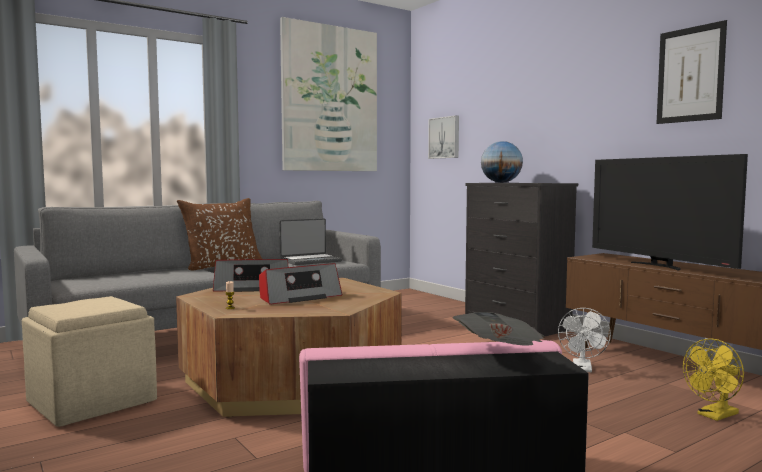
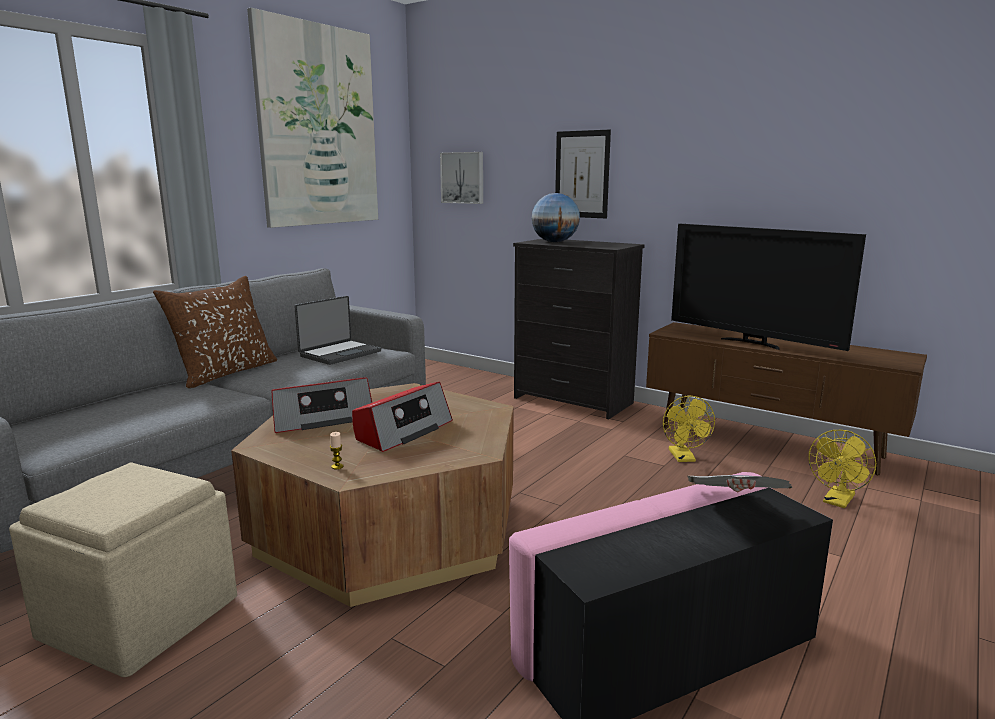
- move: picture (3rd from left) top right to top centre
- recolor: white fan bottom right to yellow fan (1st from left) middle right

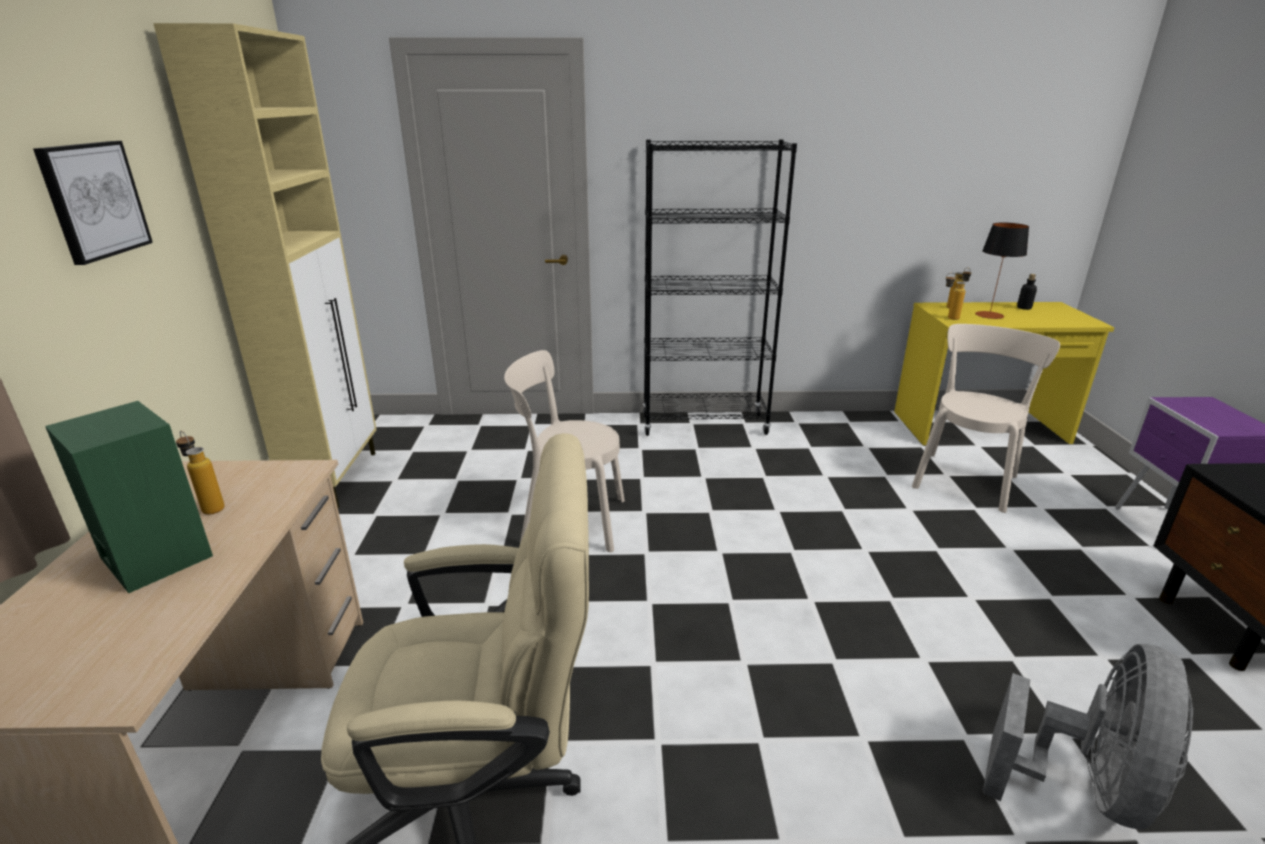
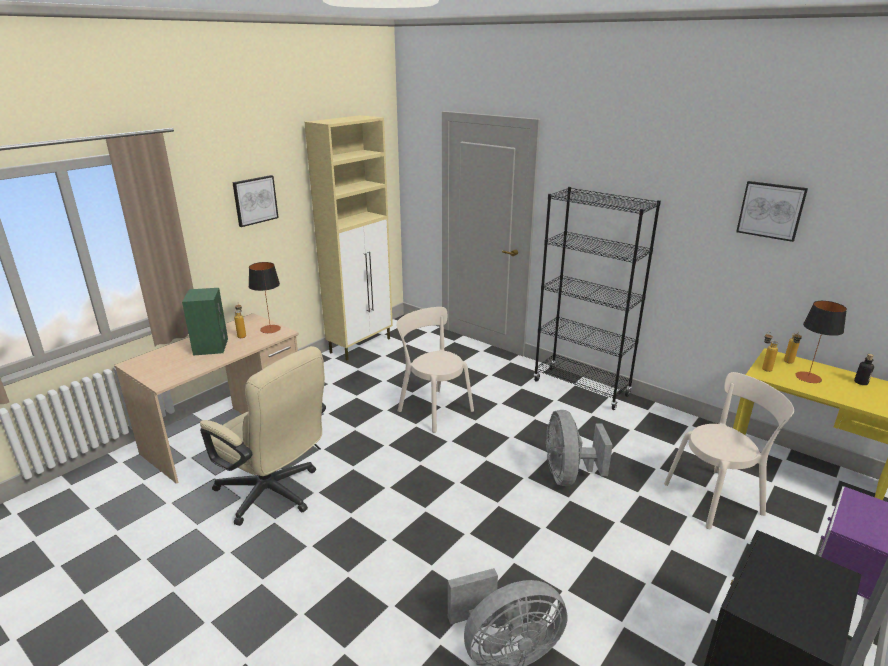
- insert: table lamp (1st from left) middle left
- insert: grey fan (2nd from left) bottom centre
- insert: picture (2nd from left) top right

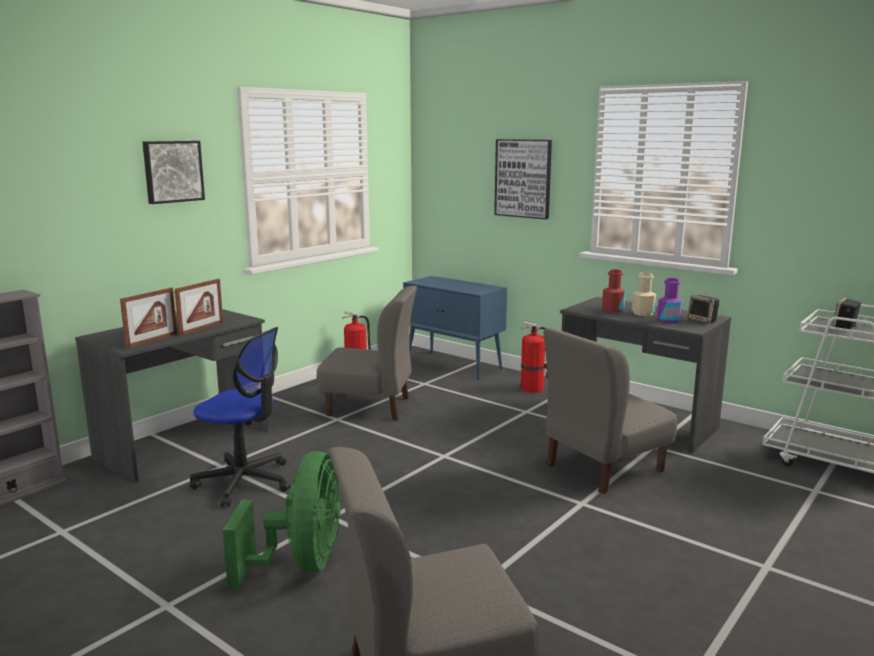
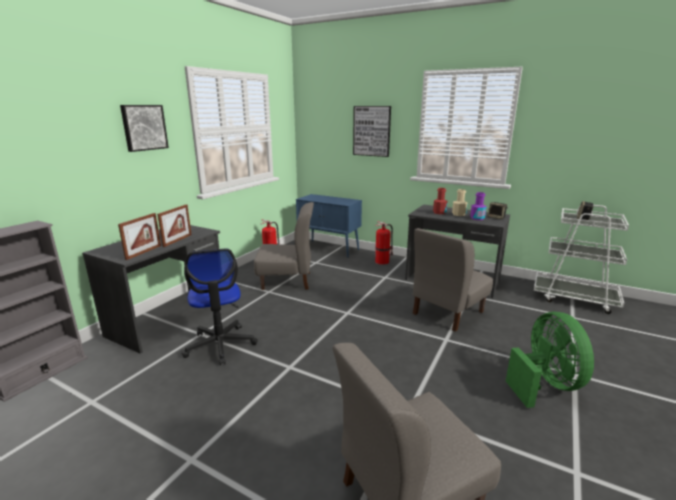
- rotate: office chair middle left = middle left 60 degrees clockwise
- move: green fan bottom left to bottom right

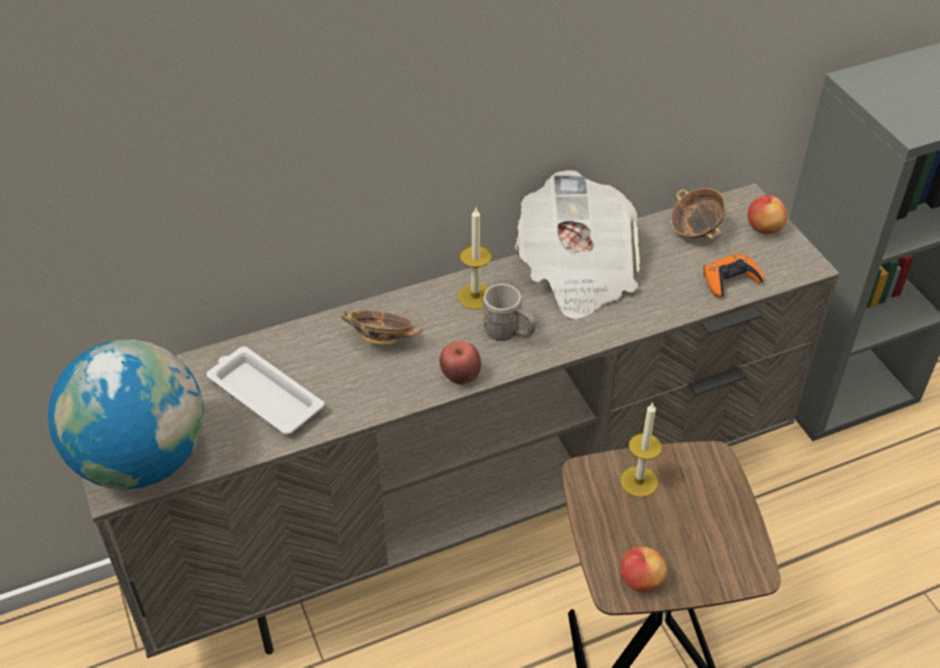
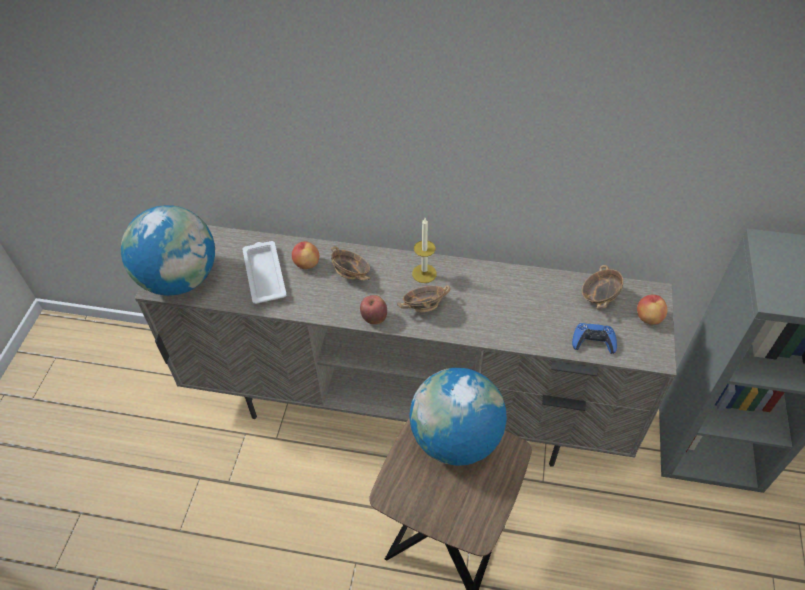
- move: apple (2nd from left in the first image) bottom right to apple (1st from left) centre
- replace: grey mug centre to bowl (2nd from left) centre
- replace: candle (2nd from left) bottom right to globe (2nd from left) bottom centre
- recolor: orange game controller middle right to blue game controller middle right
- delete: newspaper centre

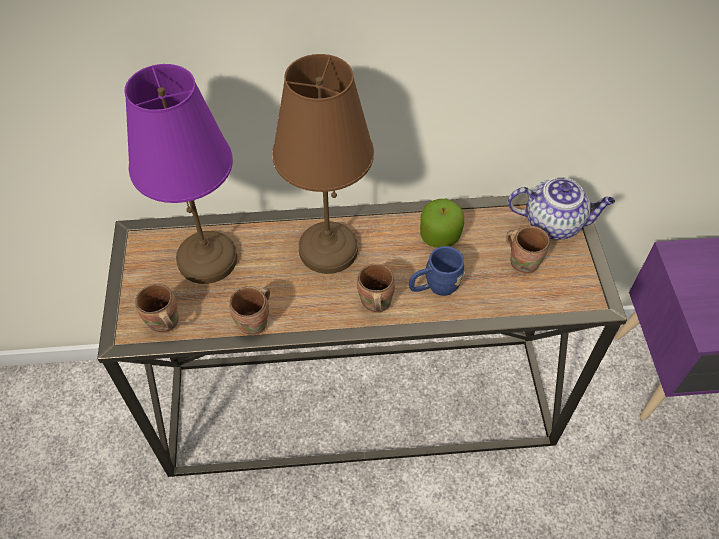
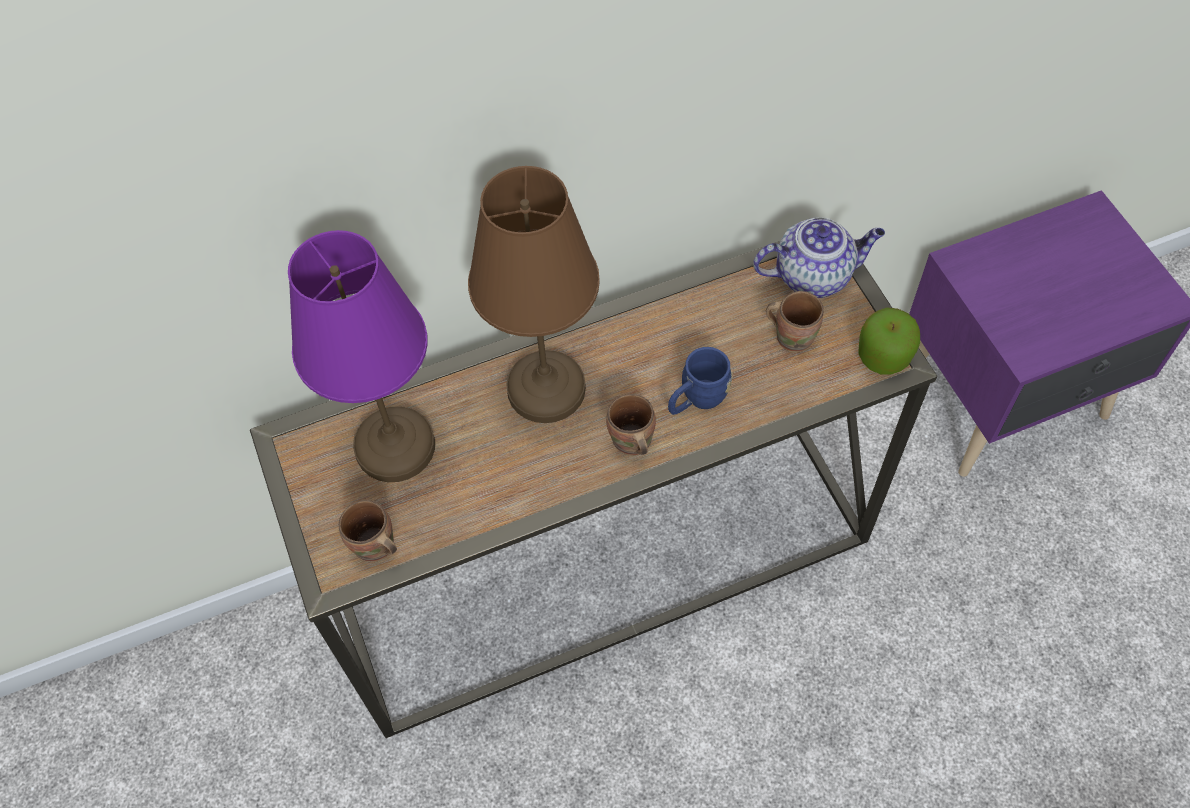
- move: apple centre to middle right
- delete: brown mug (2nd from left) centre

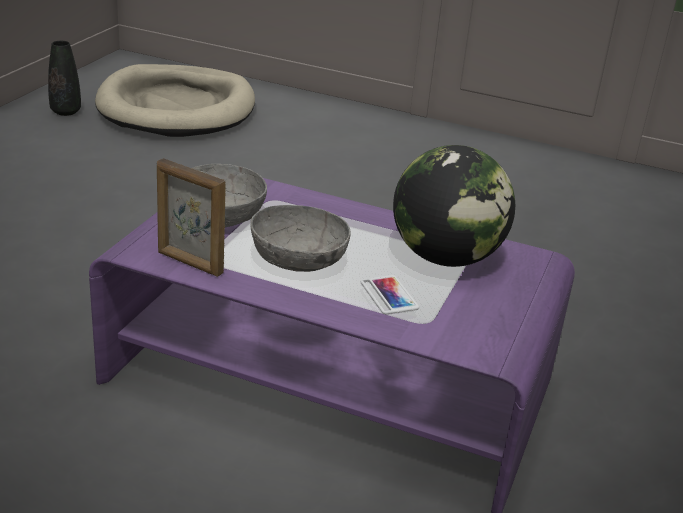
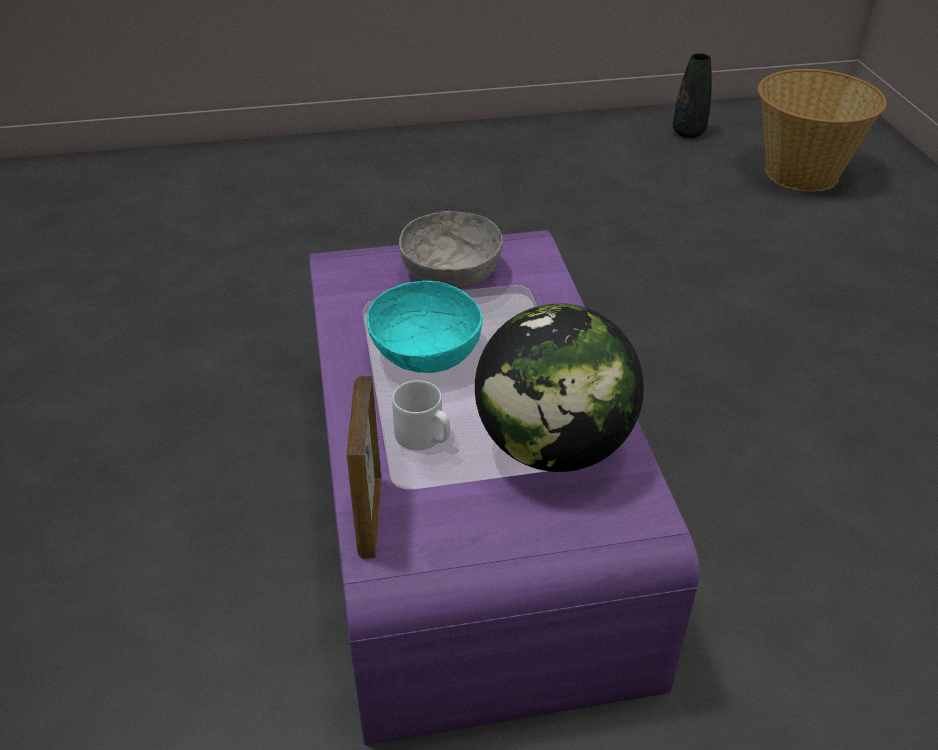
- move: picture frame middle left to centre
- recolor: grey bowl (2nd from left) centre to turquoise bowl centre
- replace: phone centre to grey mug centre
- replace: beige dog bed top left to basket top right

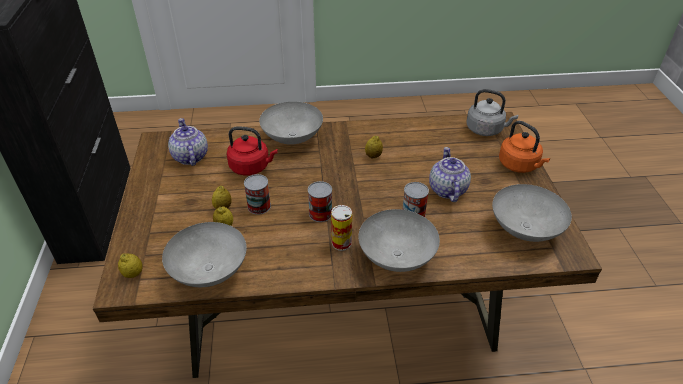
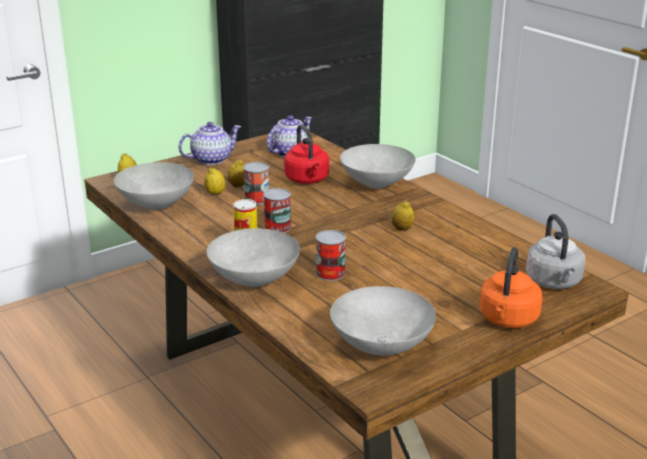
- move: teapot (2nd from left in the first image) centre to teapot (1st from left) top left

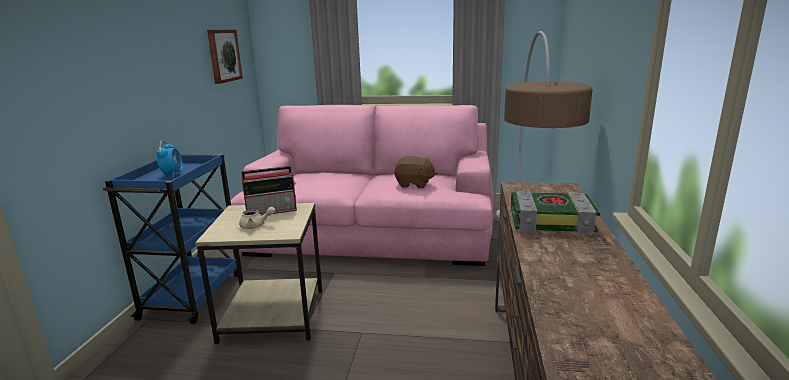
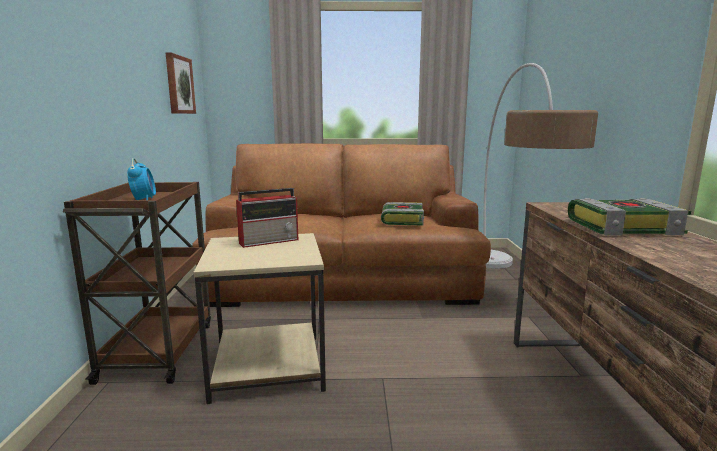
- recolor: blue cart middle left to brown cart middle left
- recolor: pink sofa centre to brown sofa centre
- replace: brown plush toy centre to book (1st from left) centre
- delete: beige teapot middle left

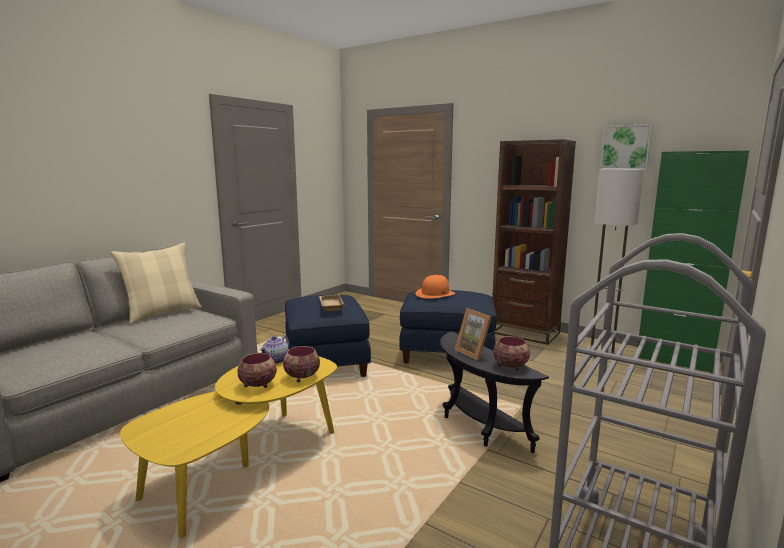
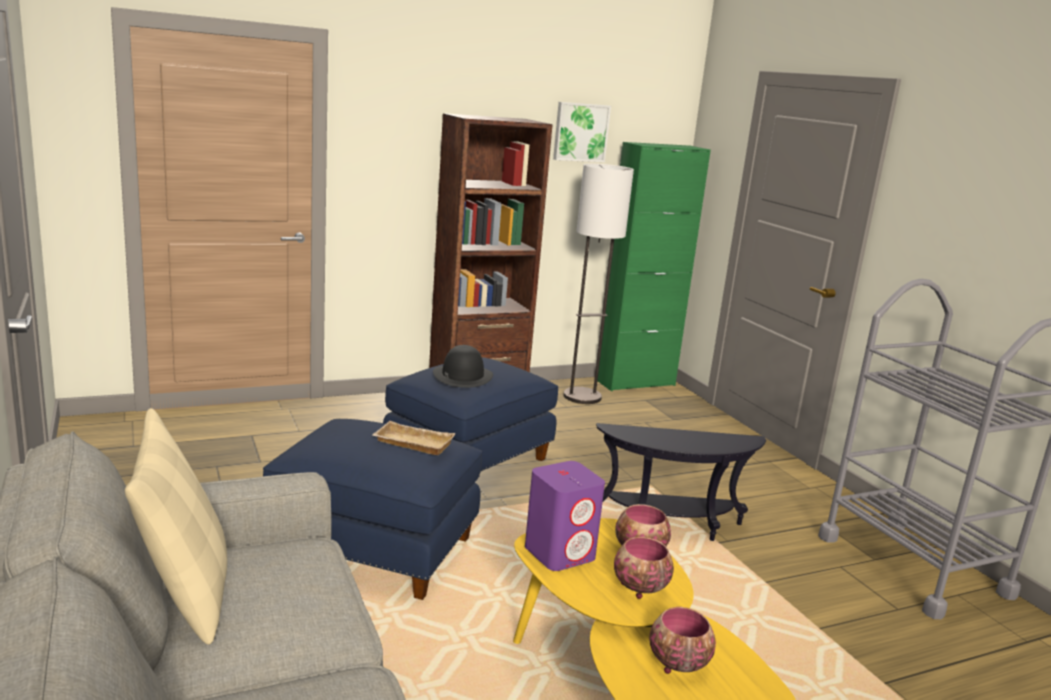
- recolor: orange hat centre to black hat centre
- replace: teapot centre to purple speaker bottom centre
- move: bowl (3rd from left) centre to bottom centre
- delete: picture frame centre

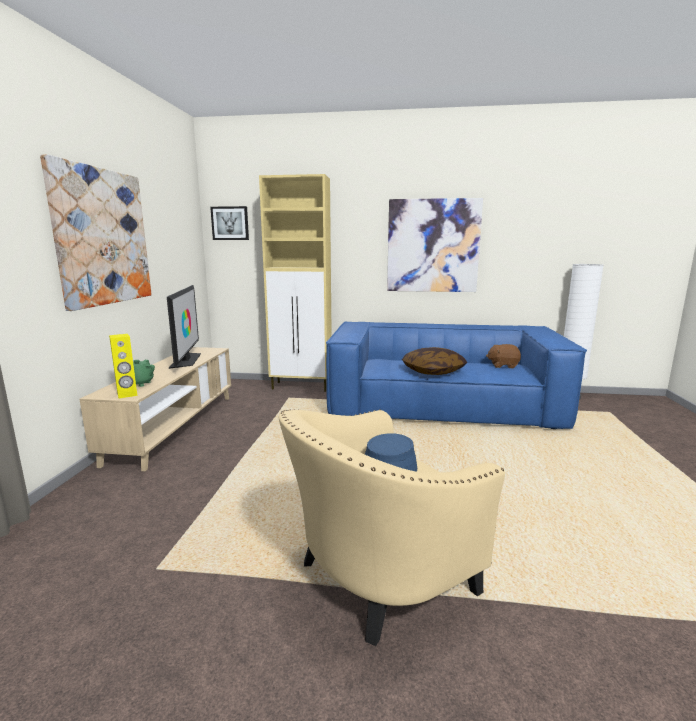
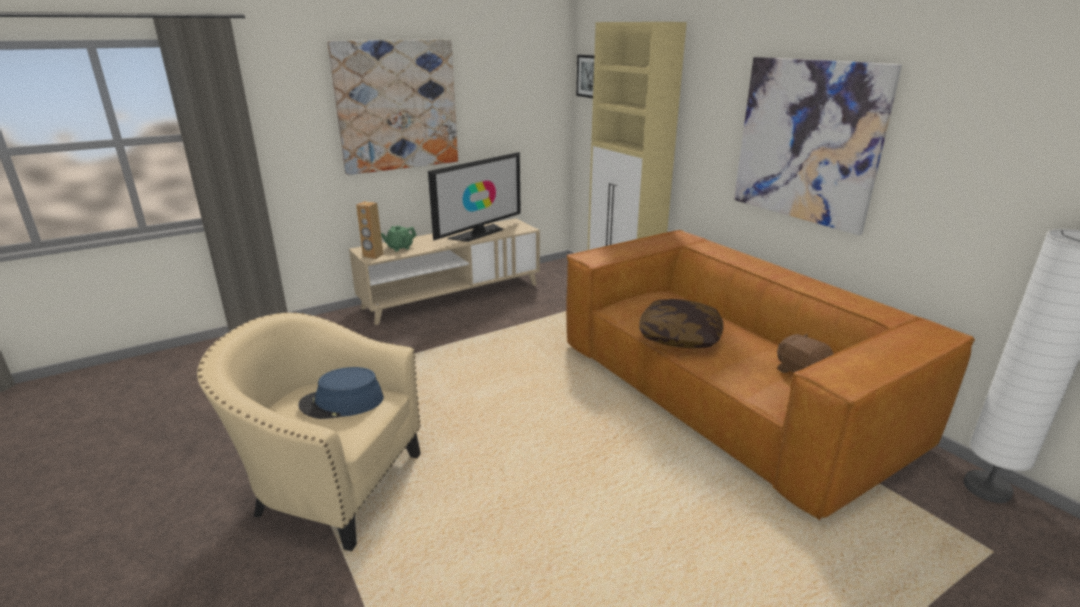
- recolor: yellow speaker middle left to brown speaker centre
- recolor: blue sofa centre to brown sofa middle right

